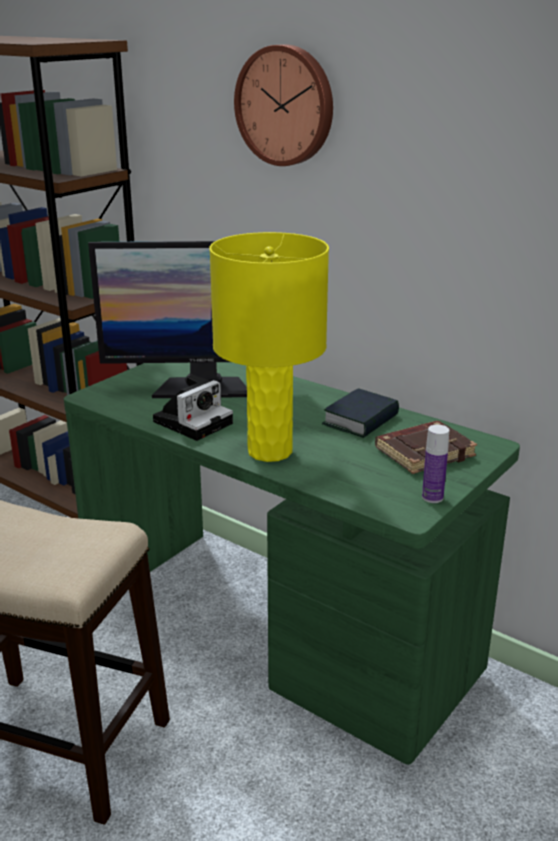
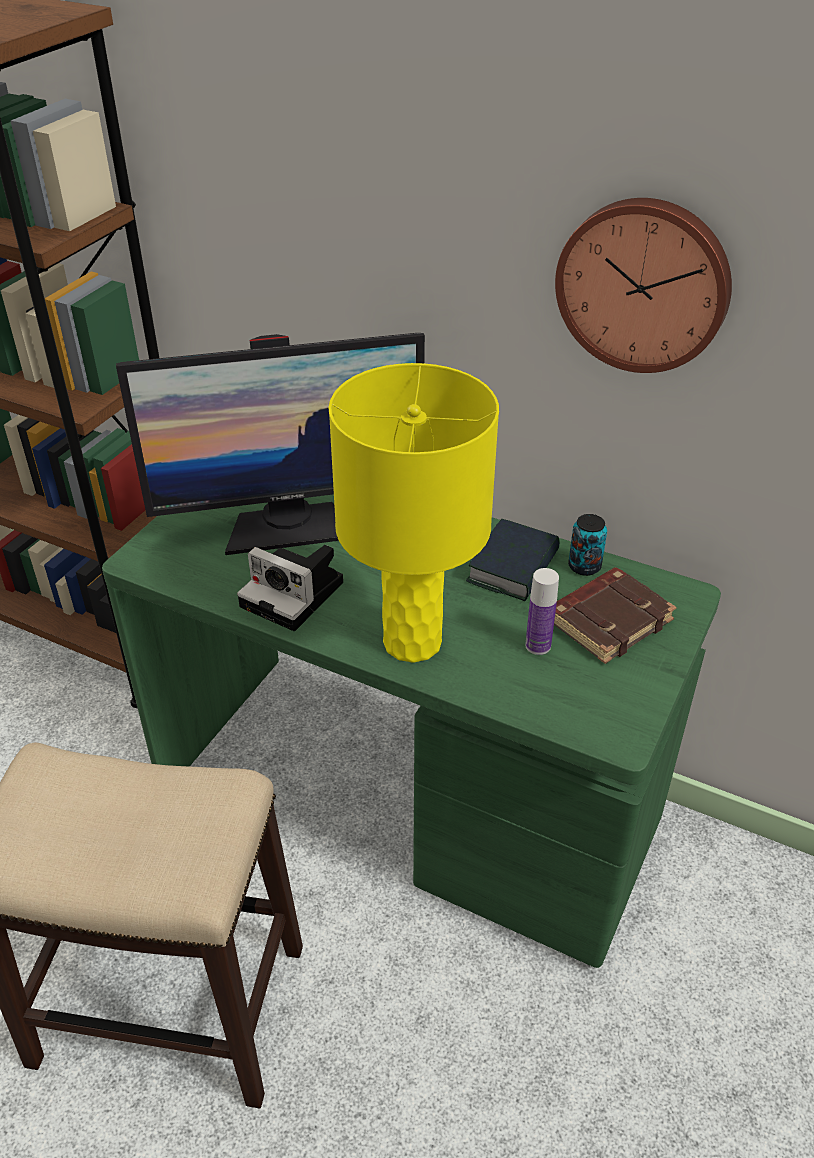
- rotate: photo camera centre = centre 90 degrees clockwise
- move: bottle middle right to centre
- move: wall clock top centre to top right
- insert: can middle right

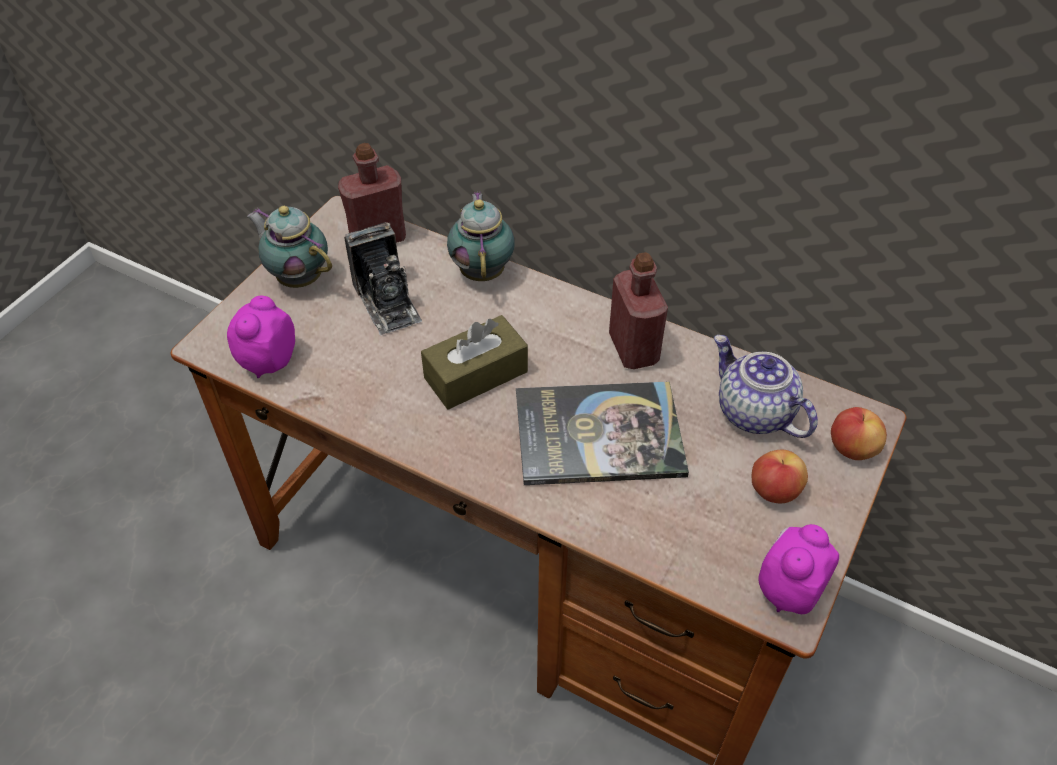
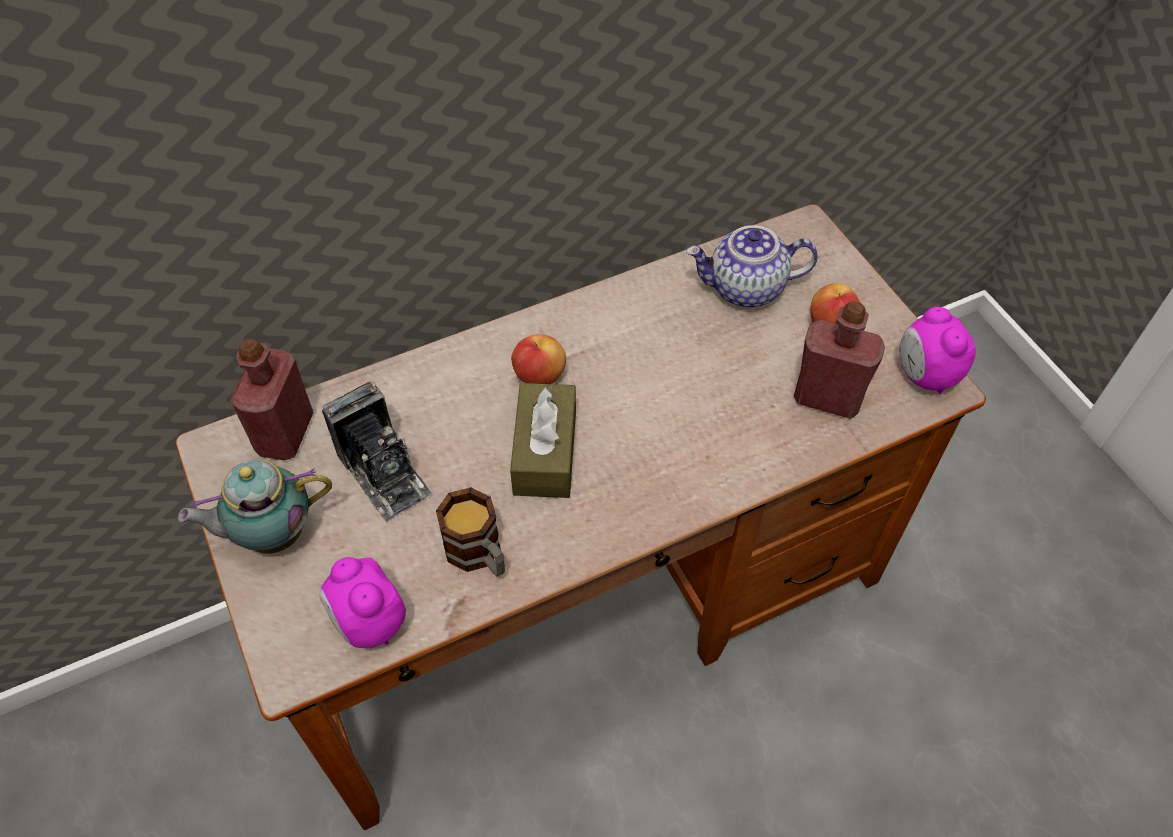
- rotate: photo camera centre = middle left 45 degrees clockwise
- insert: mug centre
- move: apple (2nd from left in the first image) middle right to apple (1st from left) centre
- move: red bottle (2nd from left) centre to middle right
- delete: teapot (2nd from left) top centre
- delete: book centre

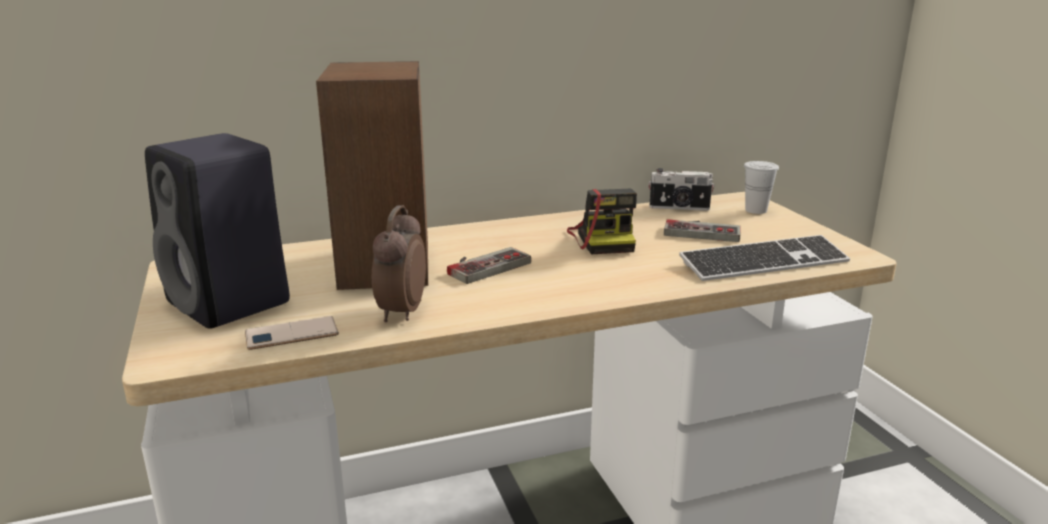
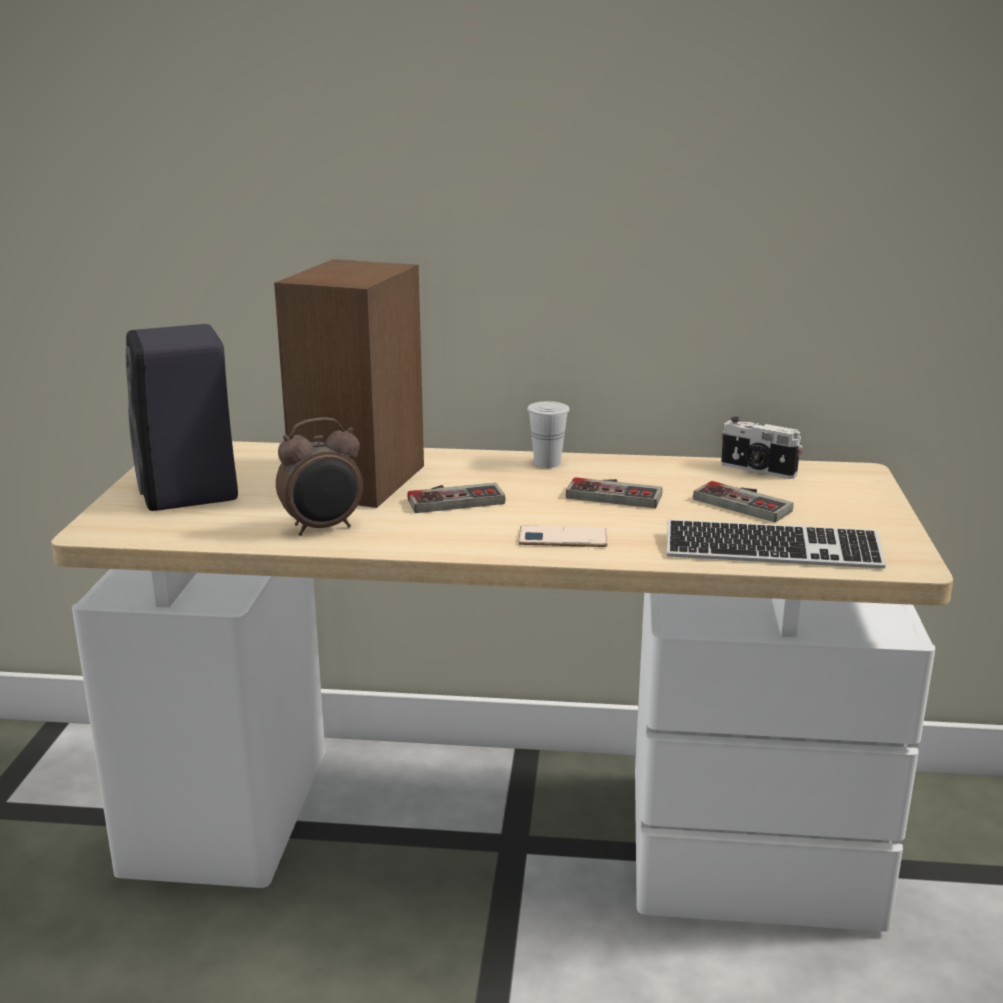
- rotate: alarm clock centre = middle left 150 degrees counterclockwise
- move: phone middle left to centre
- move: white cup middle right to centre
- replace: photo camera (1st from left) centre to game controller (2nd from left) centre

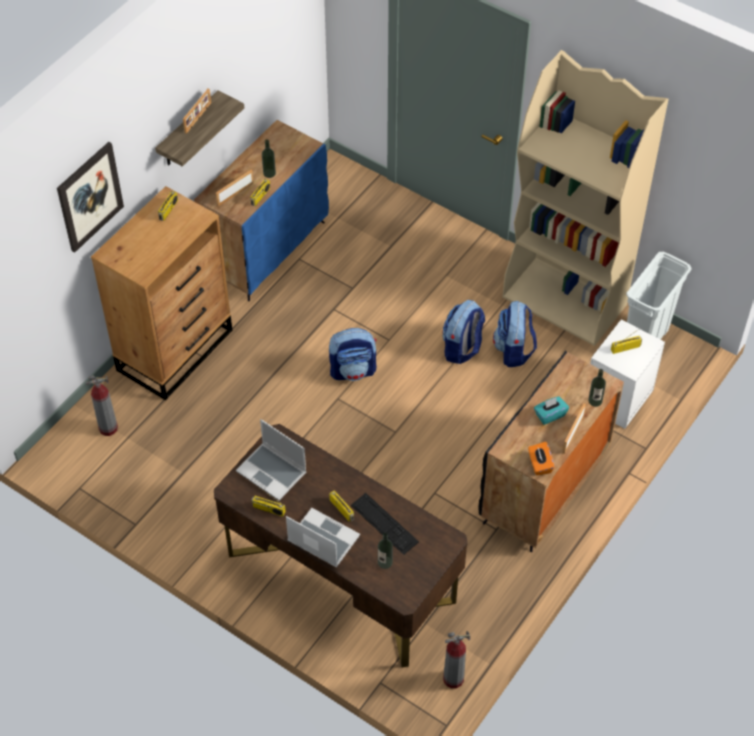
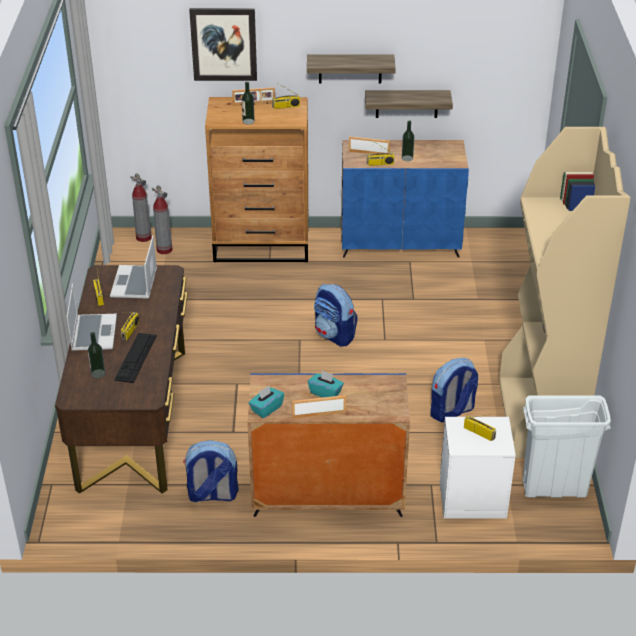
- move: fire extinguisher (2nd from left in the first image) bottom centre to fire extinguisher (1st from left) top left
- move: backpack (2nd from left in the first image) centre to backpack (1st from left) bottom left
- move: picture frame (1st from left) top left to top centre
- move: bottle (3rd from left in the first image) middle right to bottle (2nd from left) top centre
- recolor: black cabinet middle right to blue cabinet (1st from left) bottom centre
- recolor: orange tissue box middle right to turquoise tissue box (1st from left) centre
- insert: shelf (2nd from left) top centre

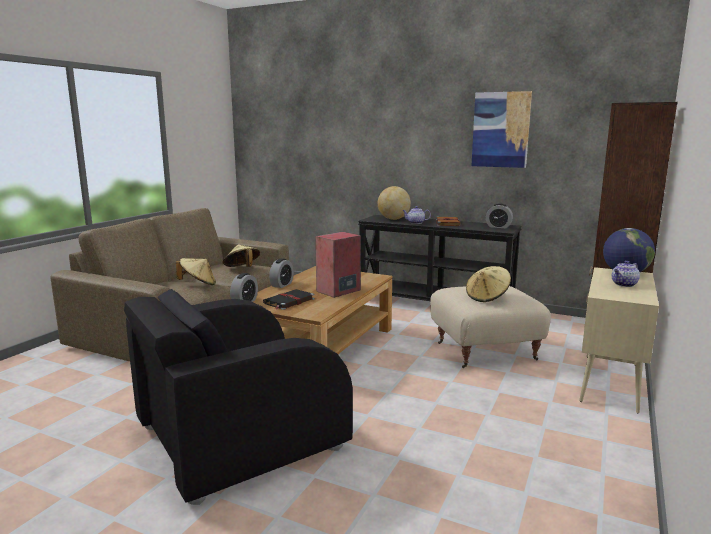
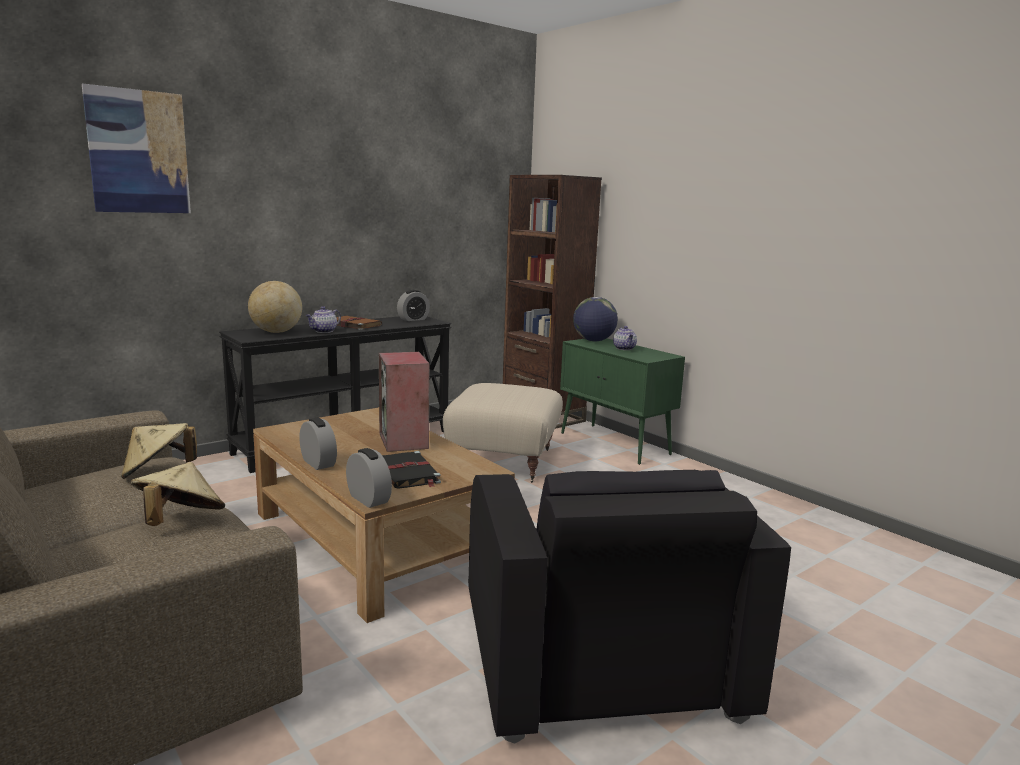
- move: picture top right to top left
- recolor: beige cabinet middle right to green cabinet centre
- delete: beige hat (3rd from left) middle right

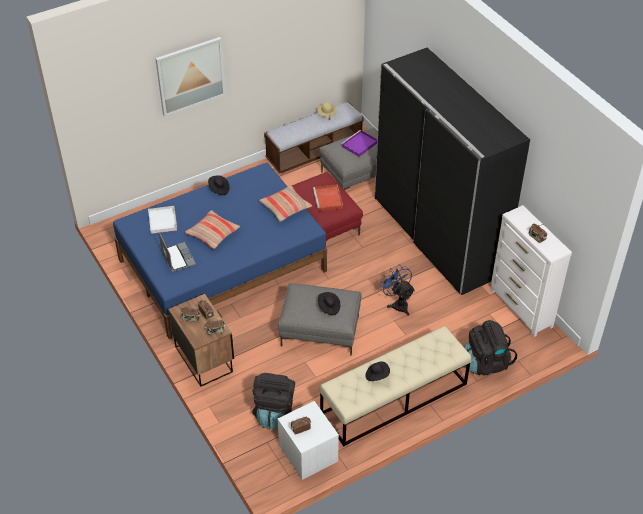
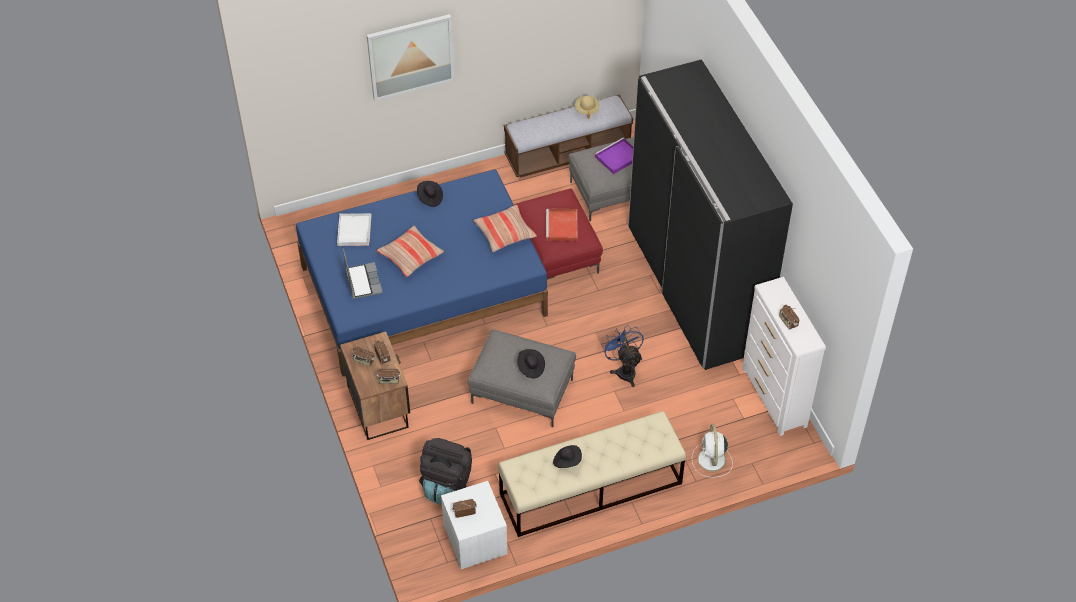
- replace: black backpack (2nd from left) bottom right to white fan bottom centre

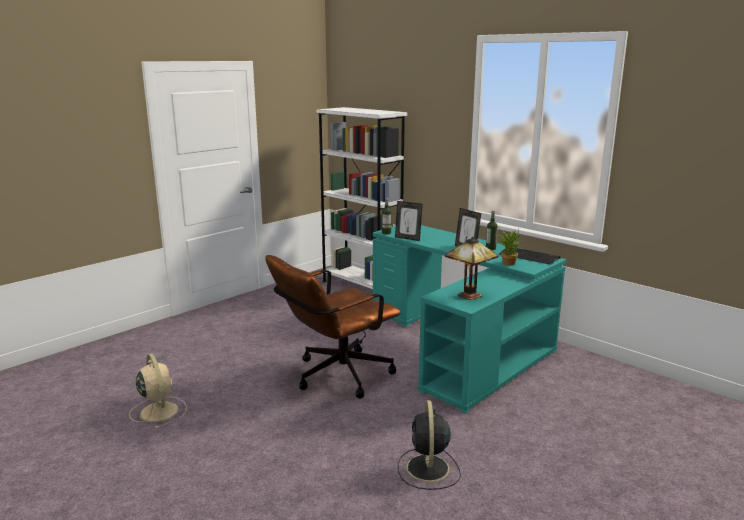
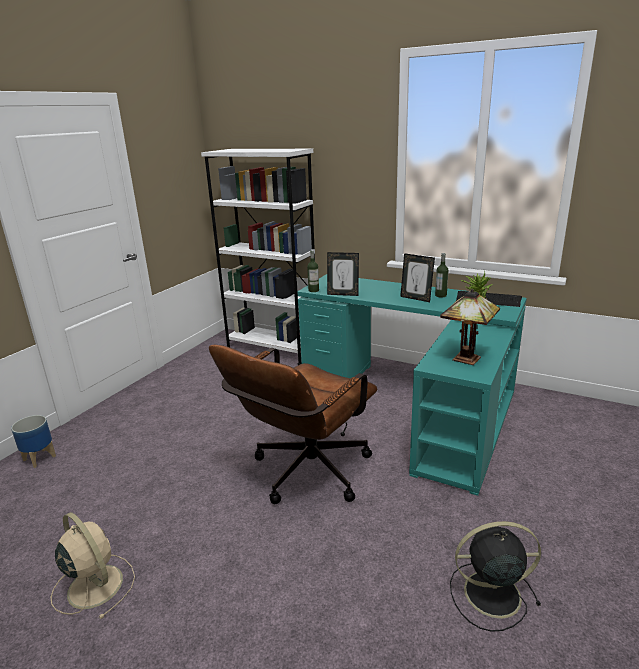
- insert: planter middle left
- rotate: black fan bottom centre = bottom right 105 degrees clockwise

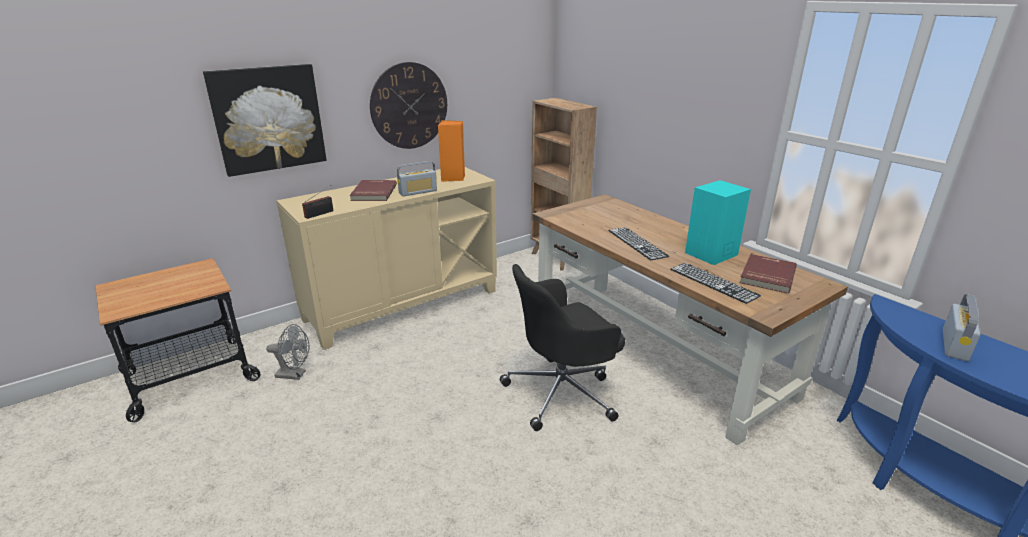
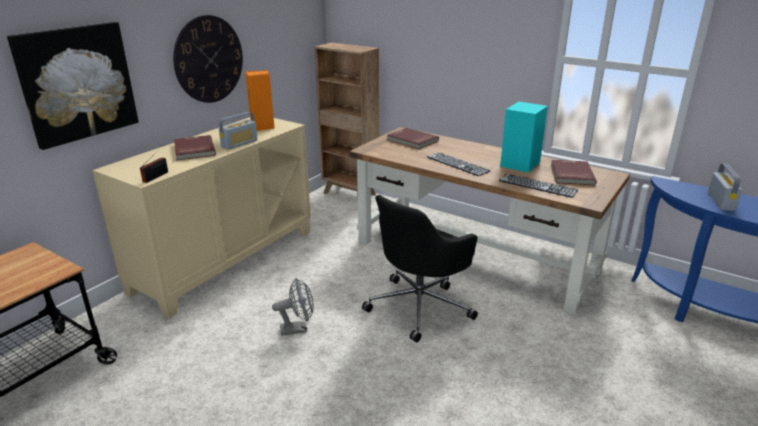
- move: grey fan middle left to bottom centre
- insert: red book (2nd from left) top centre

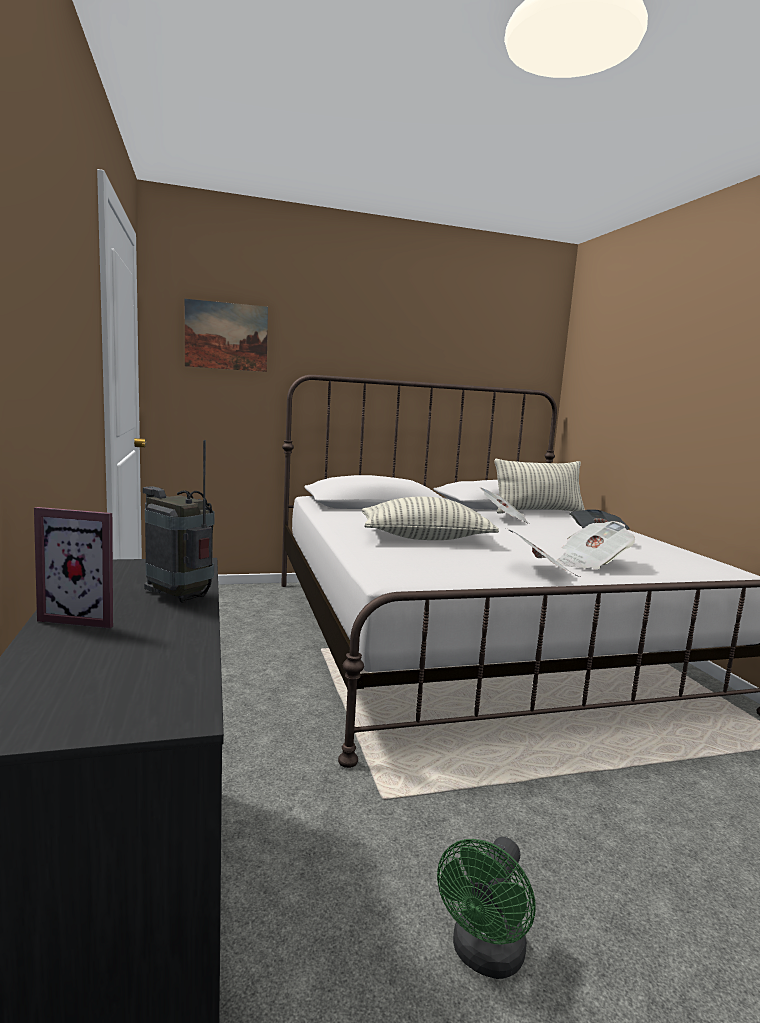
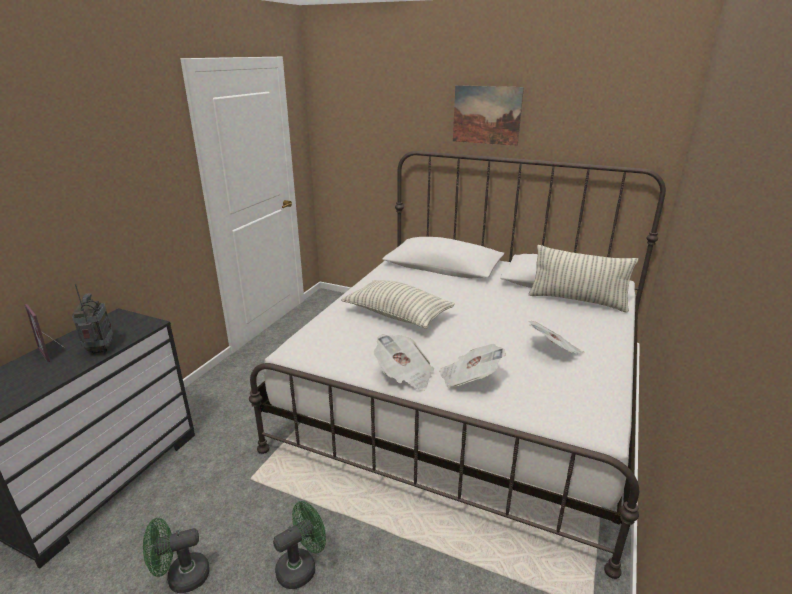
- insert: green fan (2nd from left) bottom centre
- move: picture top left to top centre
- delete: newspaper (1st from left) centre

